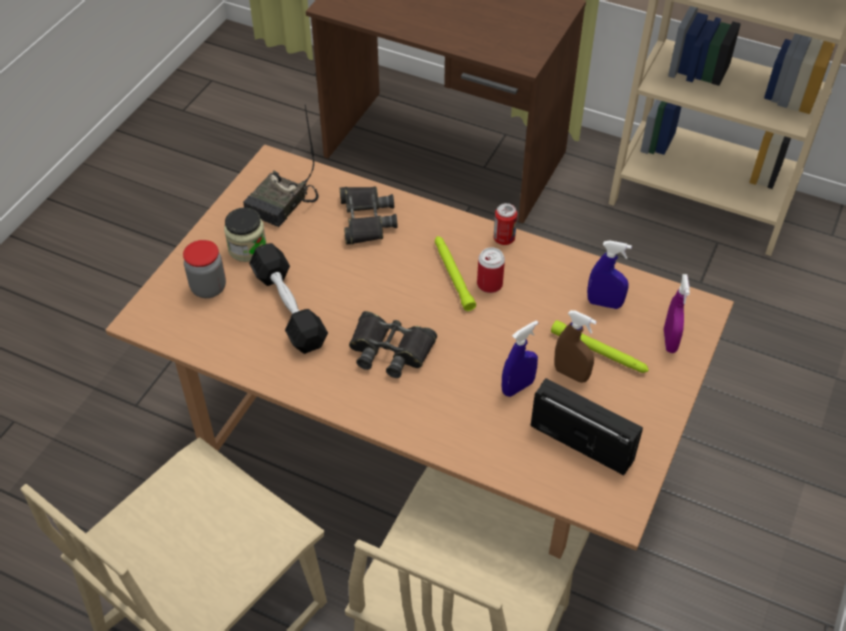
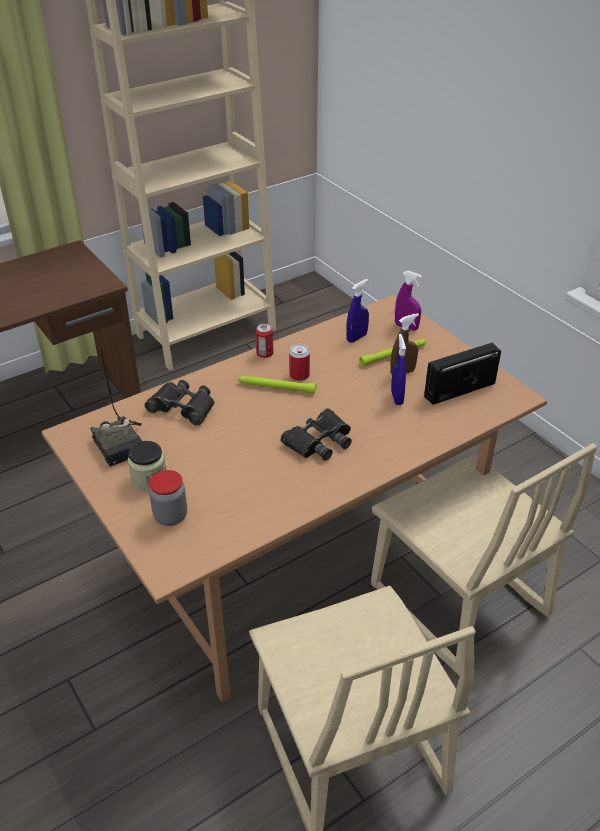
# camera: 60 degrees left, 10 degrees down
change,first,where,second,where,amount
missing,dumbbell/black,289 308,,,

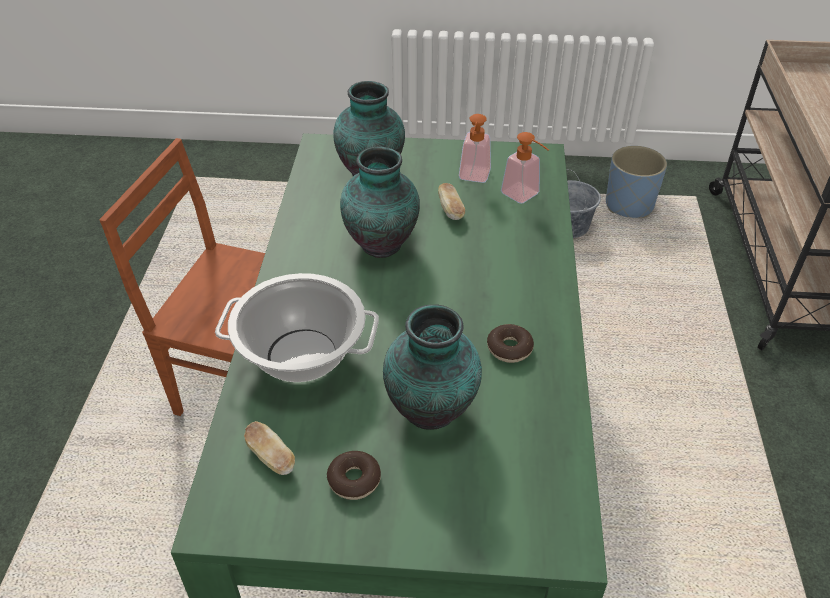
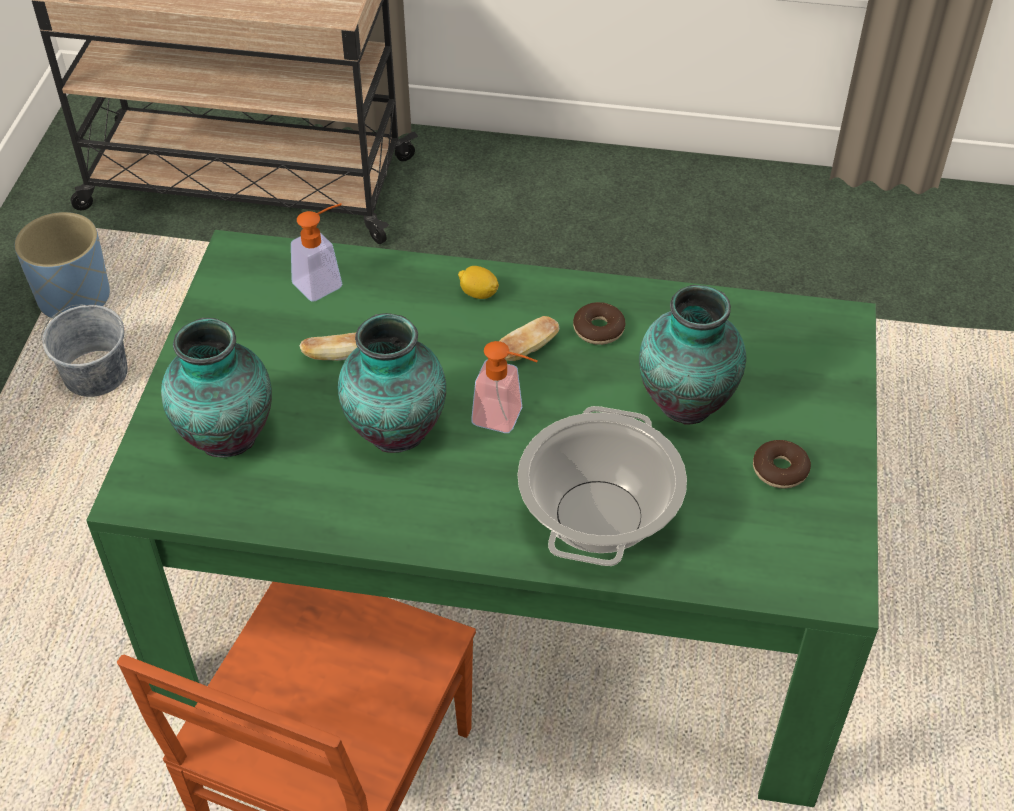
# camera: 85 degrees left, 5 degrees up
change,first,where,second,where,amount
relocated,soap dispenser,473 178,,506 418,
relocated,bread,271 457,,527 349,
appeared,,,lemon,478 293,

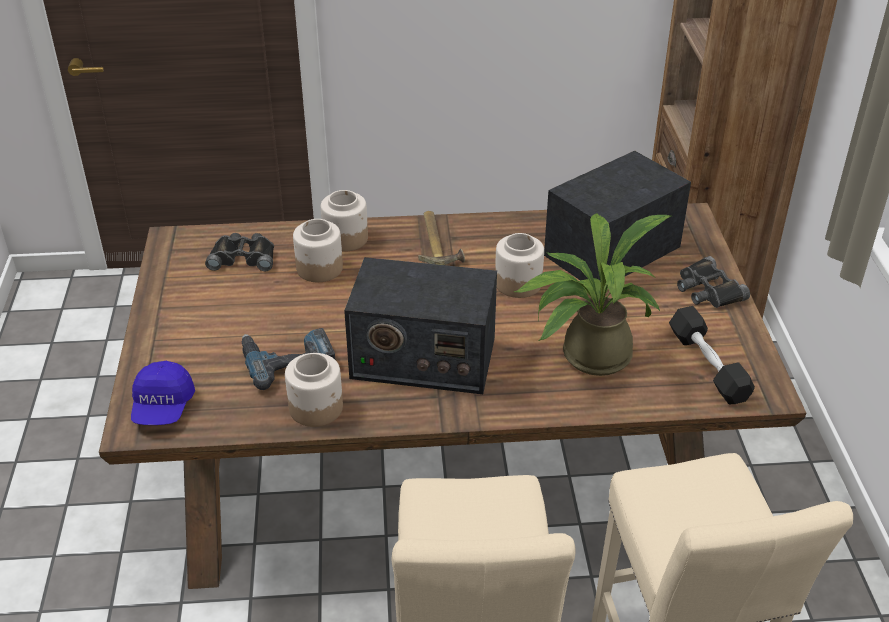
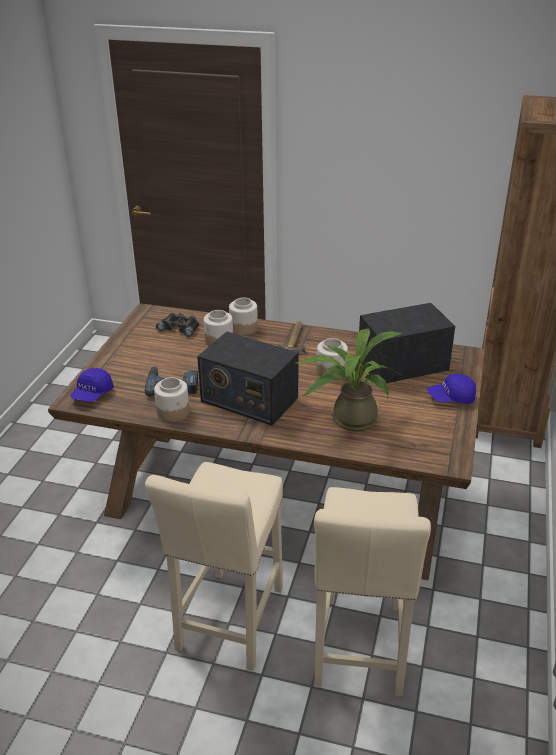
# camera: 20 degrees right, 5 degrees down
change,first,where,second,where,amount
exchanged,binoculars/black,707 290,cap/blue,451 398,
missing,dumbbell/black,708 365,,,

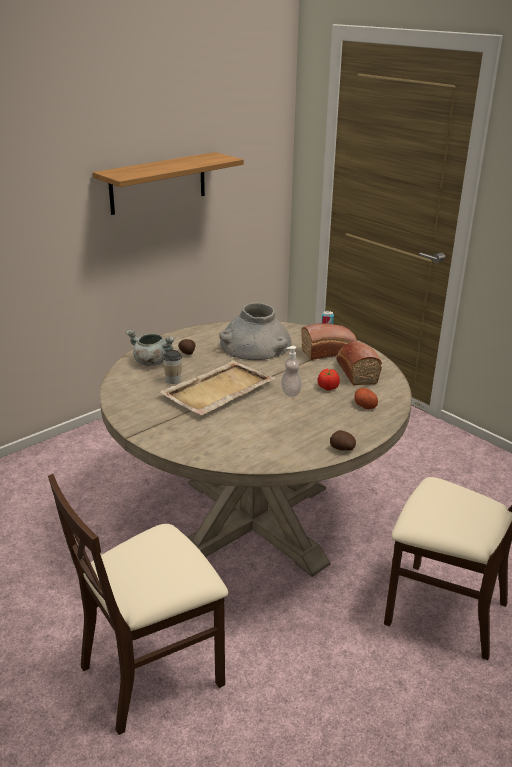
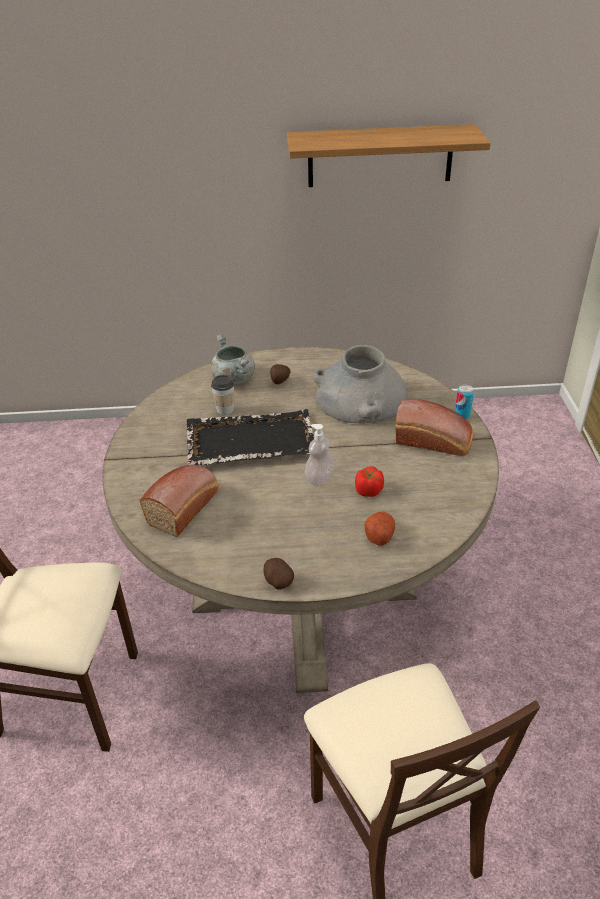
# camera: 40 degrees right, 10 degrees up
change,first,where,second,where,amount
relocated,bread,356 372,,185 507,
colour,tray/beige,217 390,tray/black,249 441,

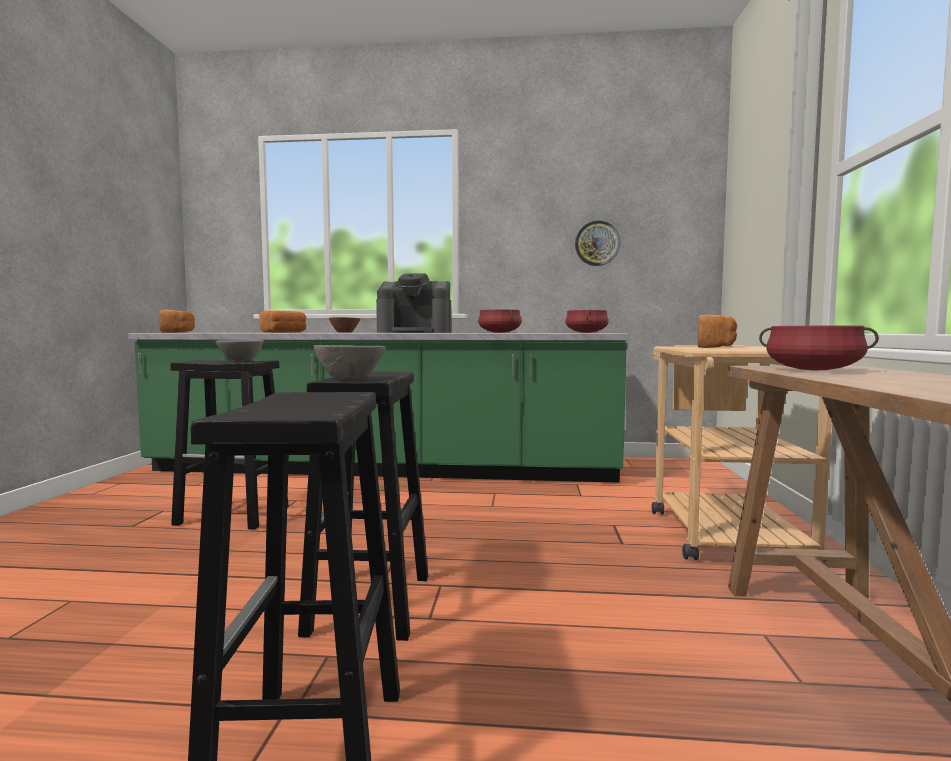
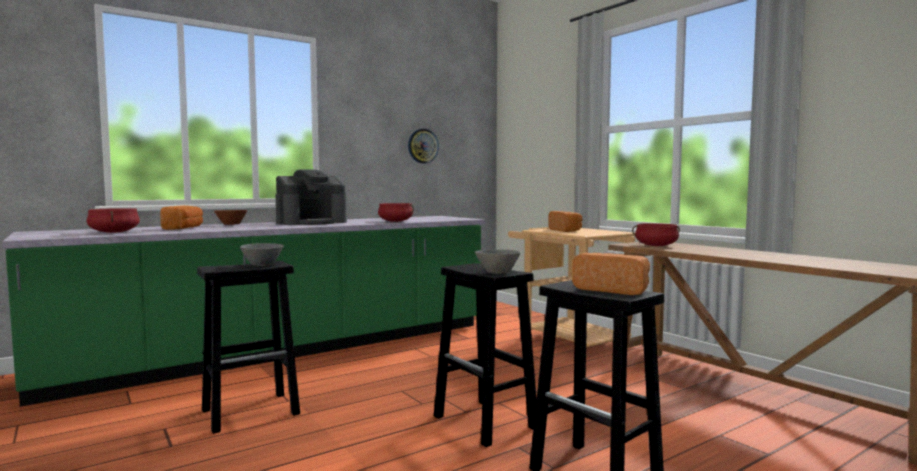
# camera: 40 degrees left, 0 degrees up
change,first,where,second,where,amount
relocated,bread,179 332,,612 290,
relocated,cooking pot/red,586 332,,113 232,

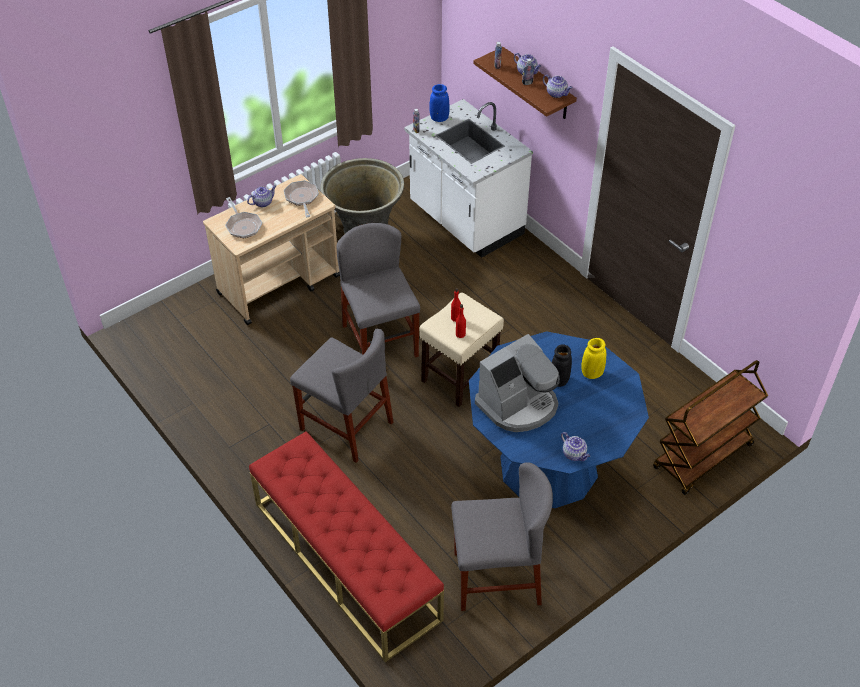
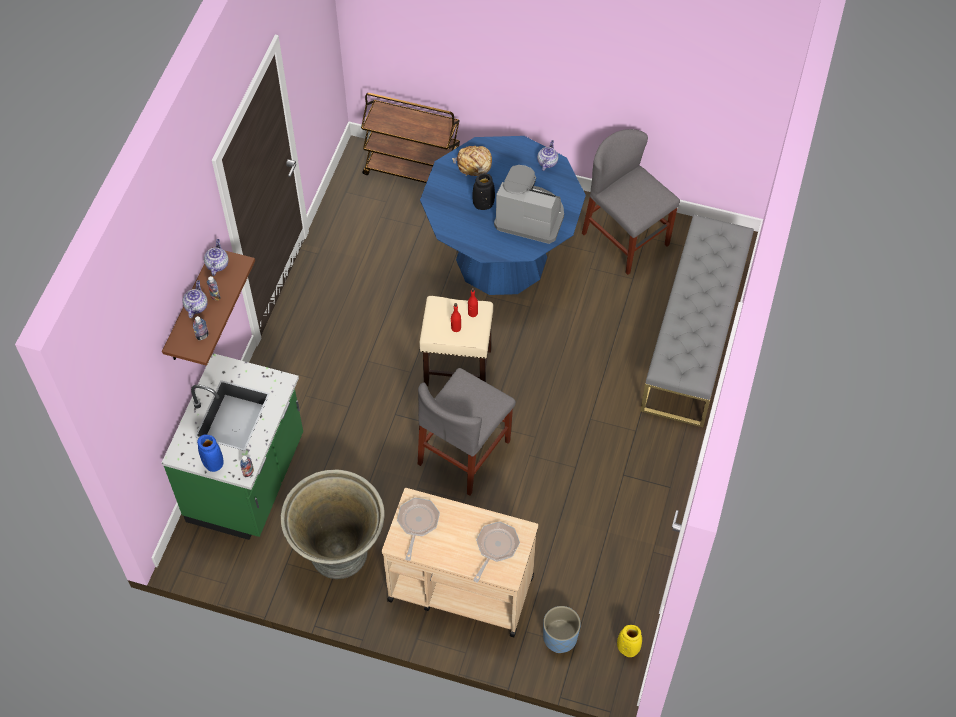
# camera: 125 degrees left, 10 degrees up
change,first,where,second,where,amount
colour,counter/white,465 221,counter/green,248 480,
spun,frying pan,302 198,,417 523,150 degrees clockwise
missing,teapot,263 202,,,
missing,chair/grey,346 425,,,
relocated,vase/yellow,592 373,,628 648,
colour,bench/red,345 560,bench/grey,694 336,
appeared,,,bread,474 165,
appeared,,,planter/blue,560 637,

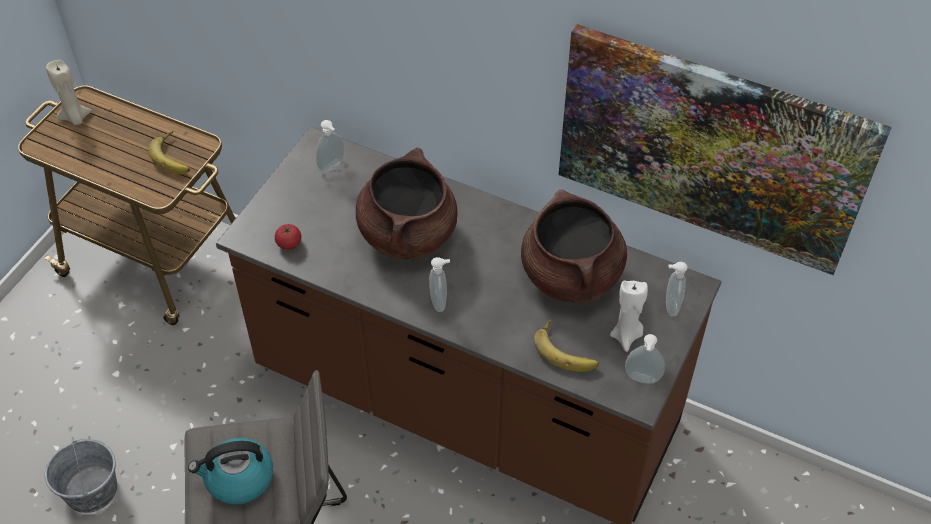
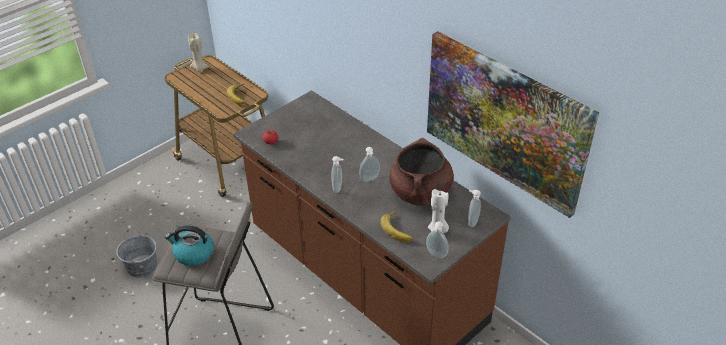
# camera: 20 degrees right, 10 degrees down
change,first,where,second,where,amount
relocated,soap dispenser,333 167,,370 179,
missing,cooking pot/brown,407 233,,,

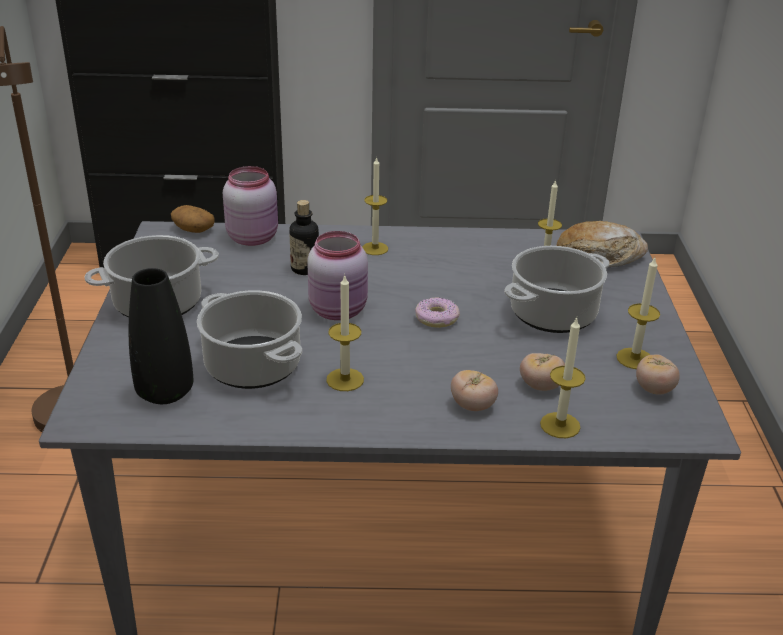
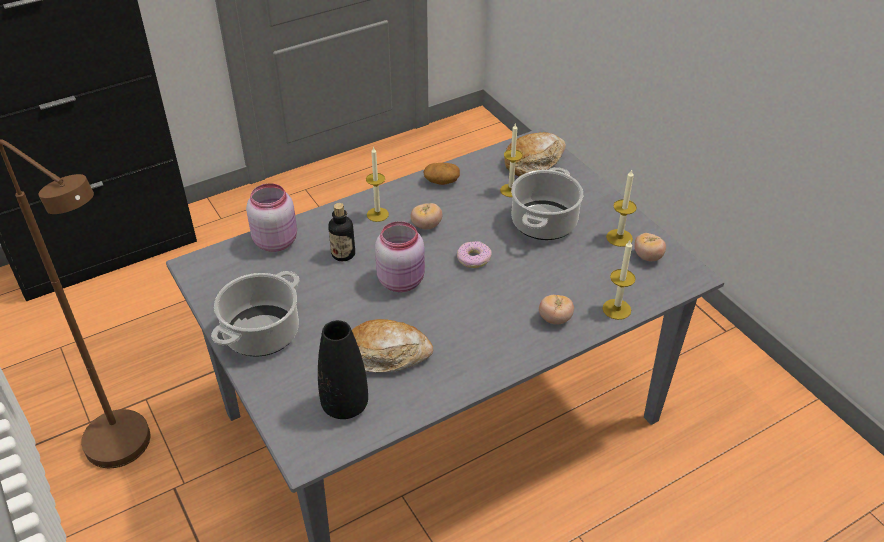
# camera: 30 degrees left, 10 degrees up
change,first,where,second,where,amount
relocated,potato,193 229,,441 181,
missing,candle,345 379,,,
exchanged,cooking pot,254 366,bread,387 354,
relocated,tomato,540 386,,426 225,

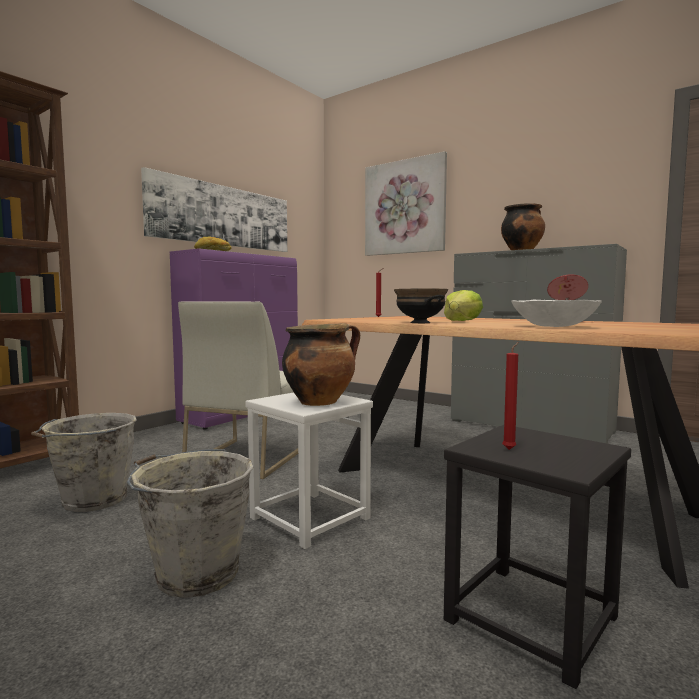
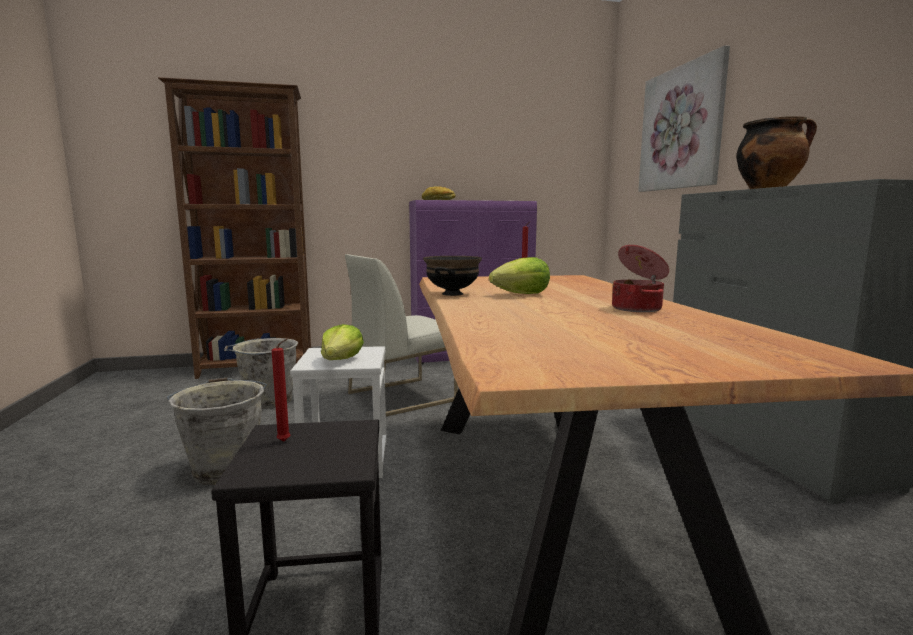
# camera: 40 degrees right, 5 degrees up
change,first,where,second,where,amount
missing,picture,223 216,,,
missing,bowl/white,553 326,,,
exchanged,cooking pot,320 402,lettuce,341 360,

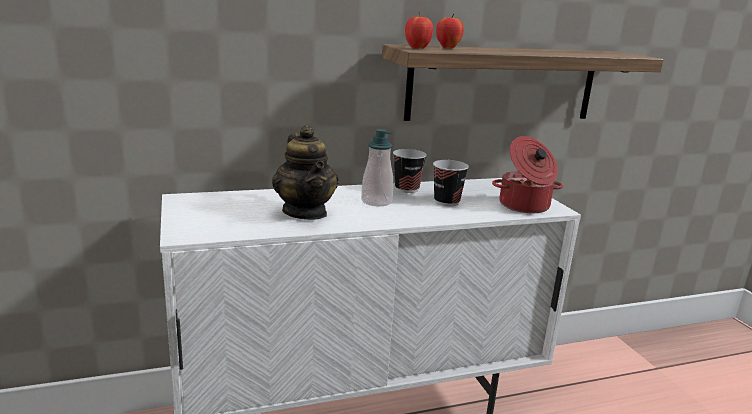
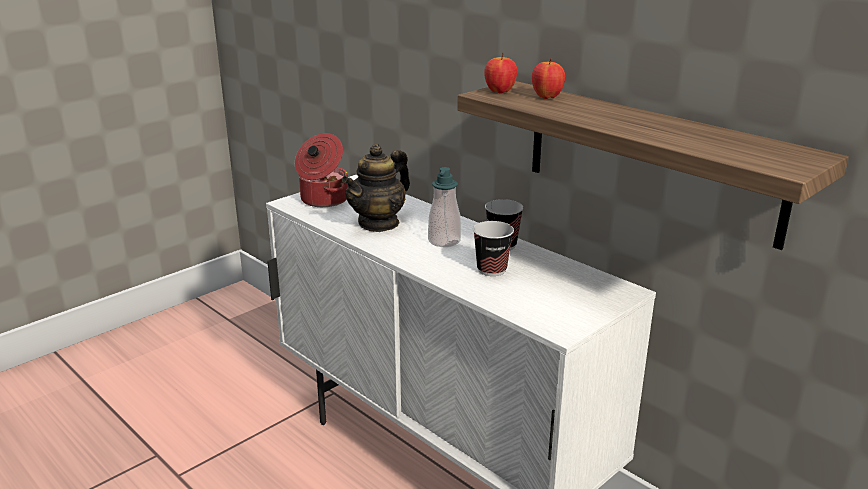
# camera: 65 degrees right, 5 degrees up
change,first,where,second,where,amount
relocated,cooking pot,524 206,,323 200,

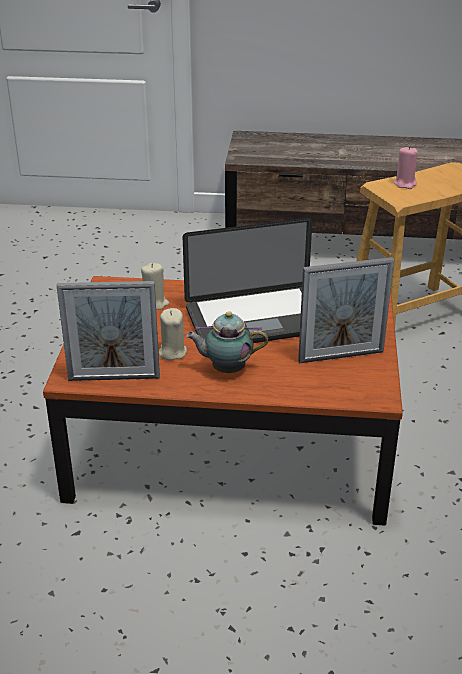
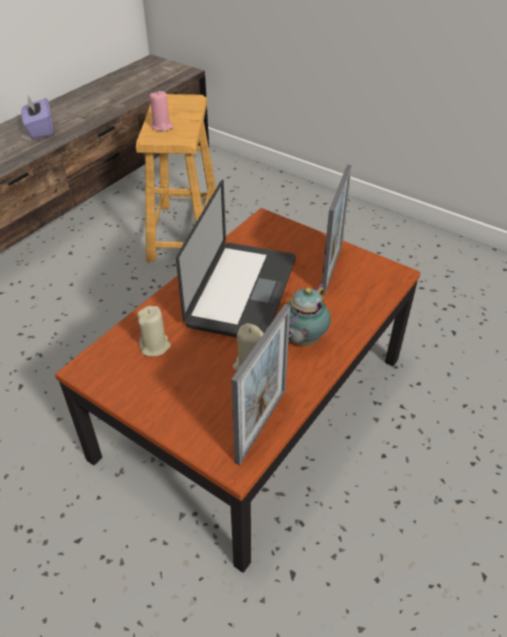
# camera: 60 degrees left, 10 degrees up
change,first,where,second,where,amount
appeared,,,tissue box/purple,40 130,

